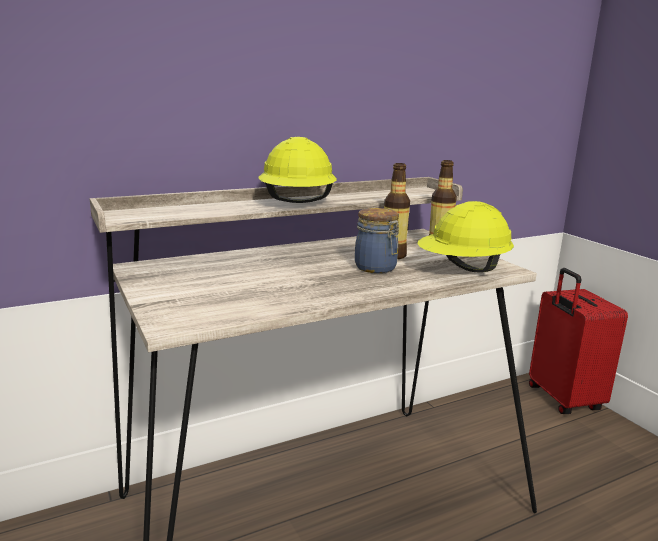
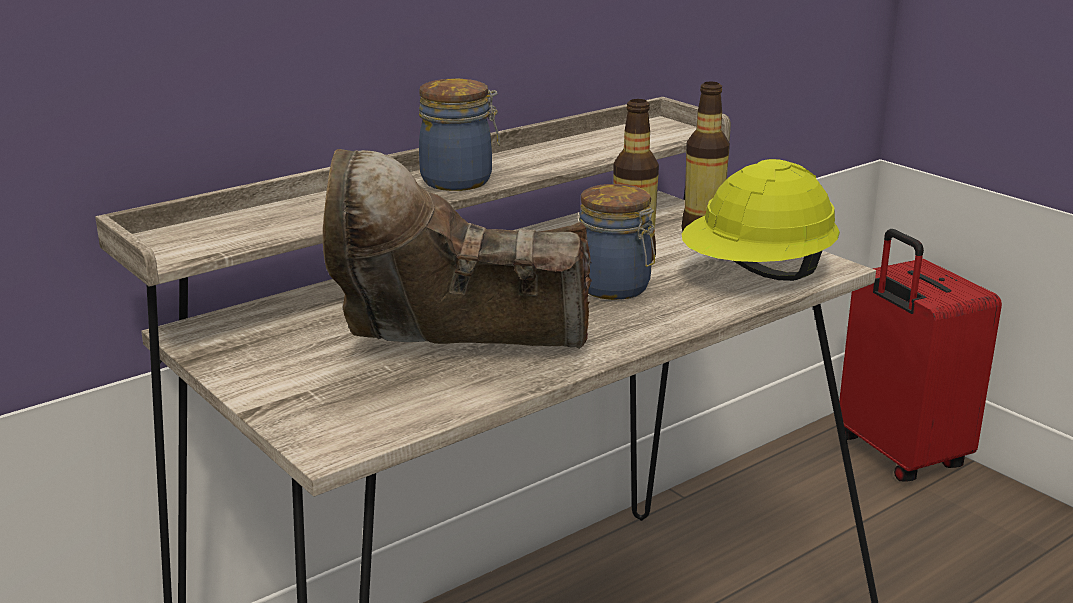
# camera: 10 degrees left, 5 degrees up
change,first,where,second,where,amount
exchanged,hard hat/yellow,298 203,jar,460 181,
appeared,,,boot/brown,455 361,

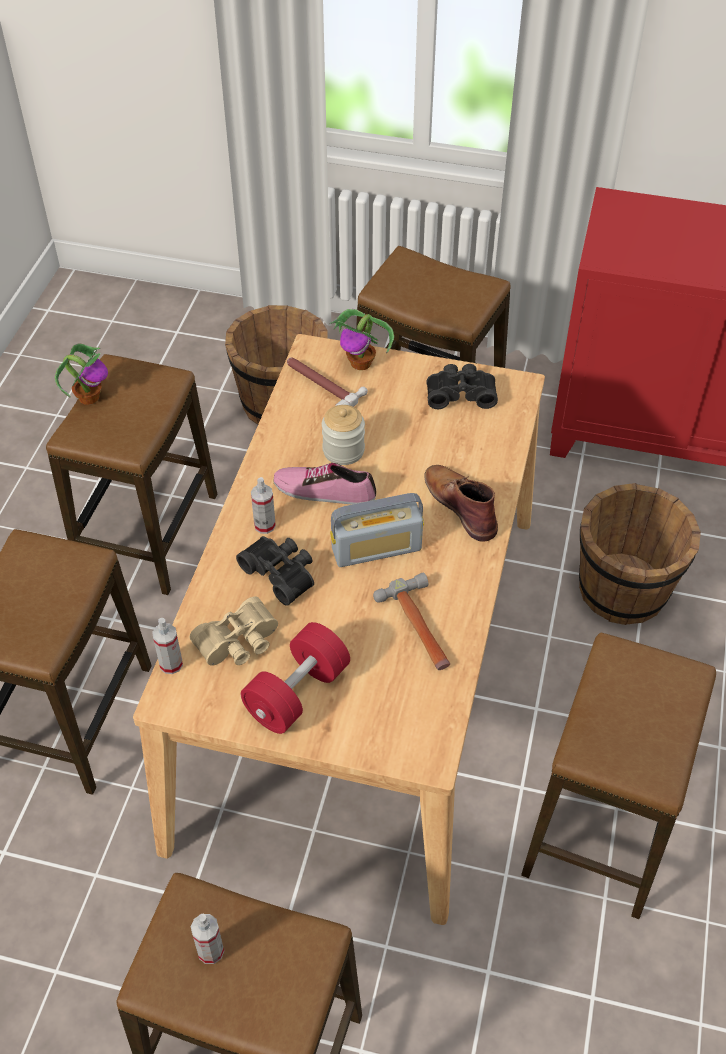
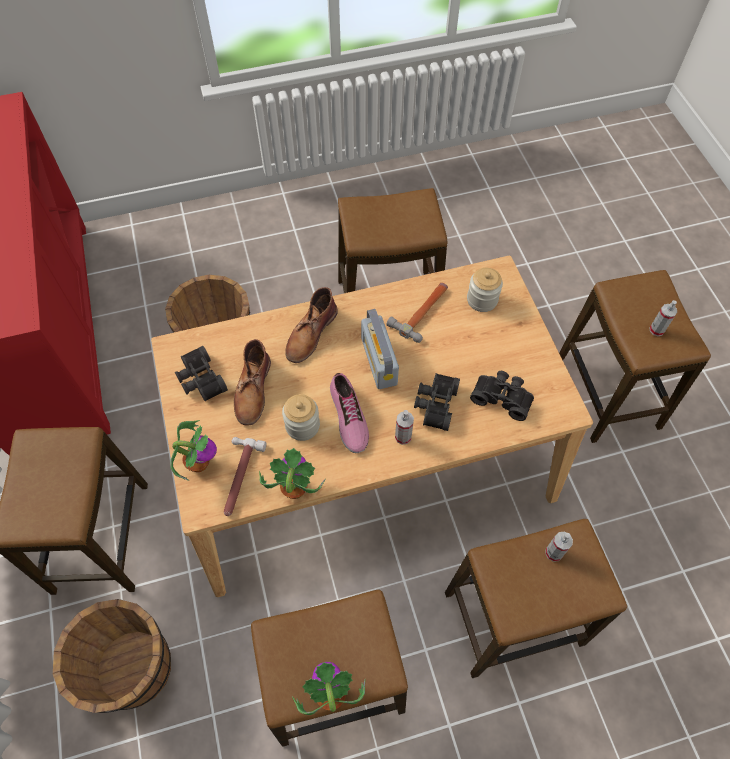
# camera: 120 degrees left, 10 degrees up
change,first,where,second,where,amount
spun,radio,376 549,,379 361,150 degrees counterclockwise
colour,binoculars/beige,239 643,binoculars/black,502 397,
relocated,spray bottle,171 664,,554 553,
missing,dumbbell/red,297 693,,,
appeared,,,jar,482 300,
appeared,,,boot/brown,253 390,
appeared,,,potted plant,294 490,

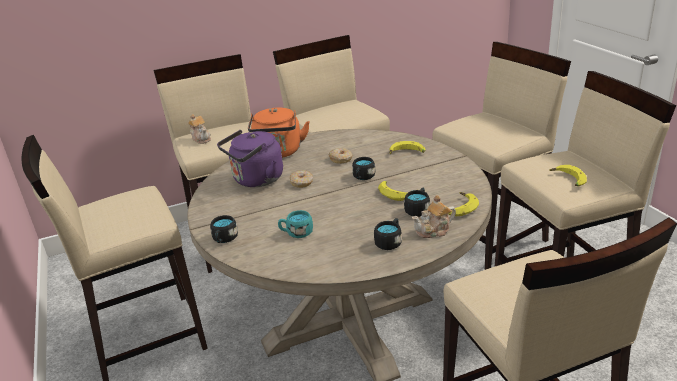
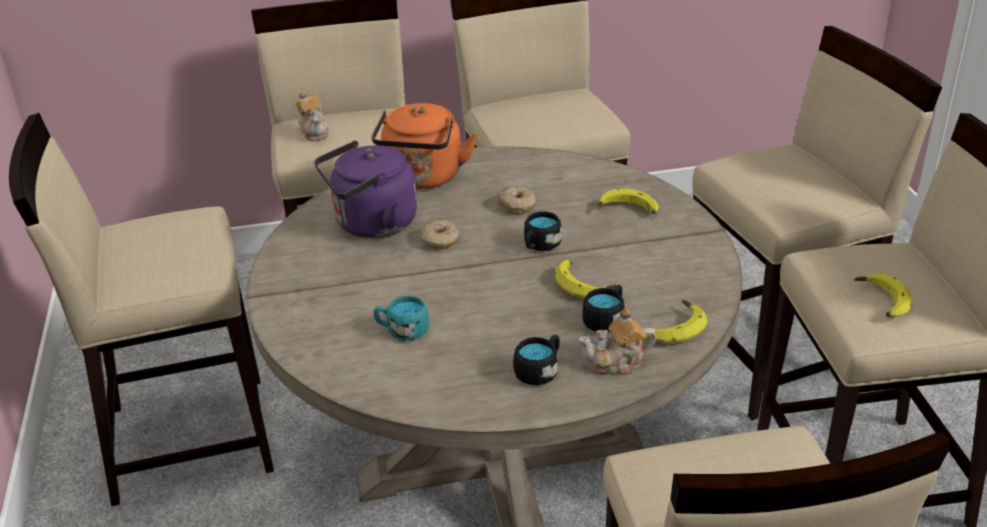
# camera: 10 degrees right, 5 degrees up
change,first,where,second,where,amount
missing,mug/black,224 239,,,

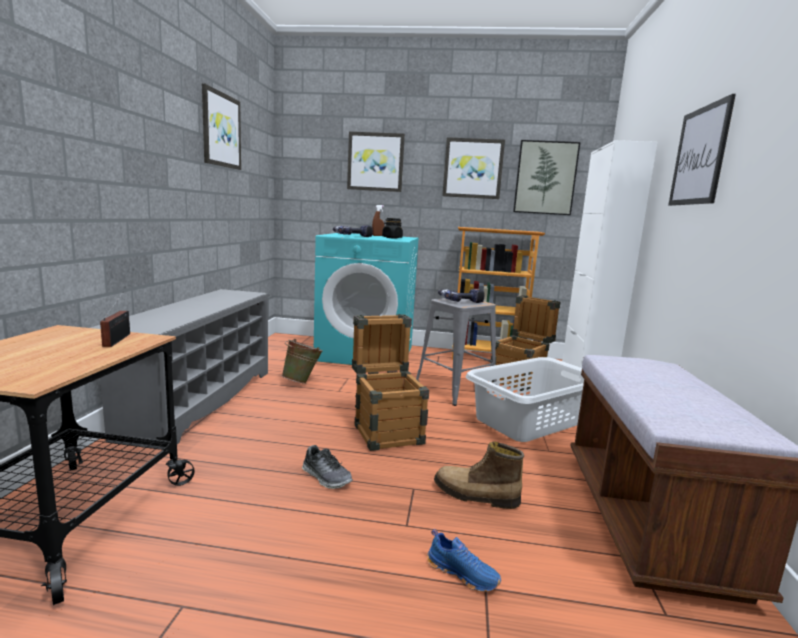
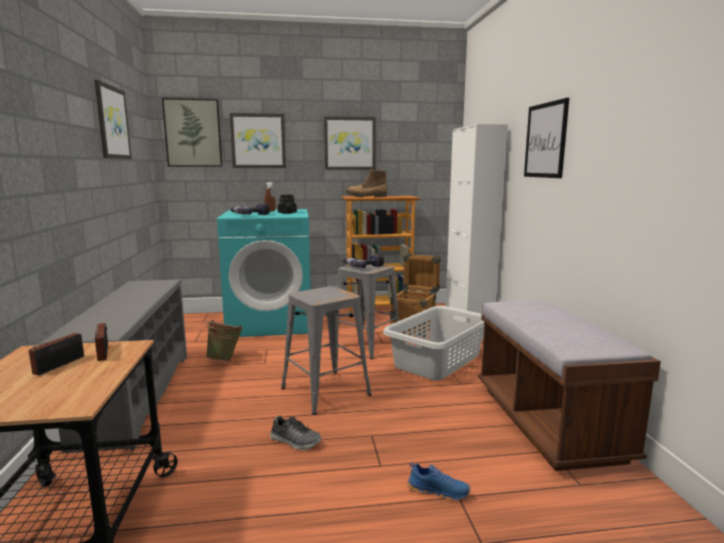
# camera: 15 degrees left, 0 degrees up
change,first,where,second,where,amount
relocated,picture,545 178,,193 133,
exchanged,crate,386 430,stool/grey,325 391,
relocated,boot,475 496,,366 197,
appeared,,,radio,62 364,

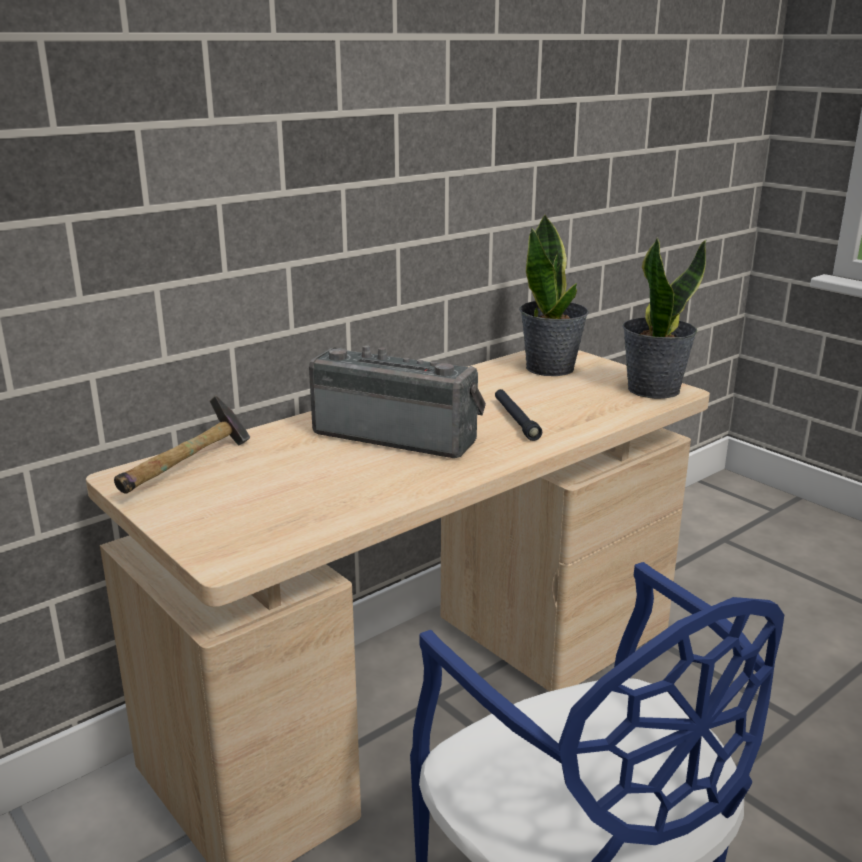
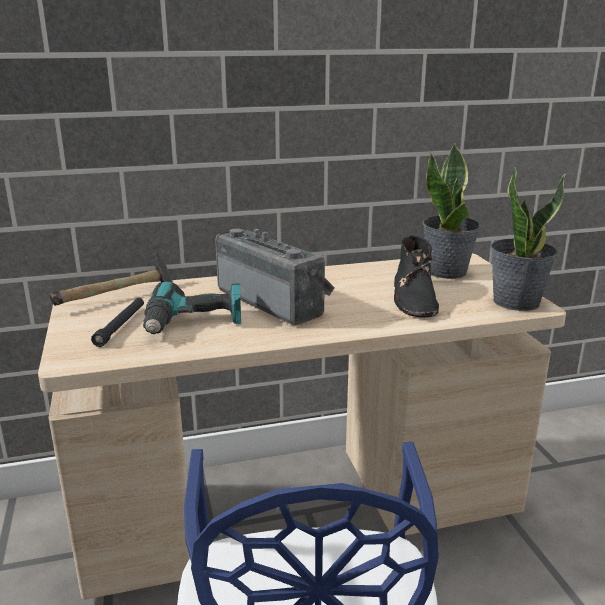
# camera: 25 degrees right, 0 degrees up
change,first,where,second,where,amount
relocated,flashlight/black,515 420,,121 326,
appeared,,,boot/black,414 298,
appeared,,,power drill,194 323,

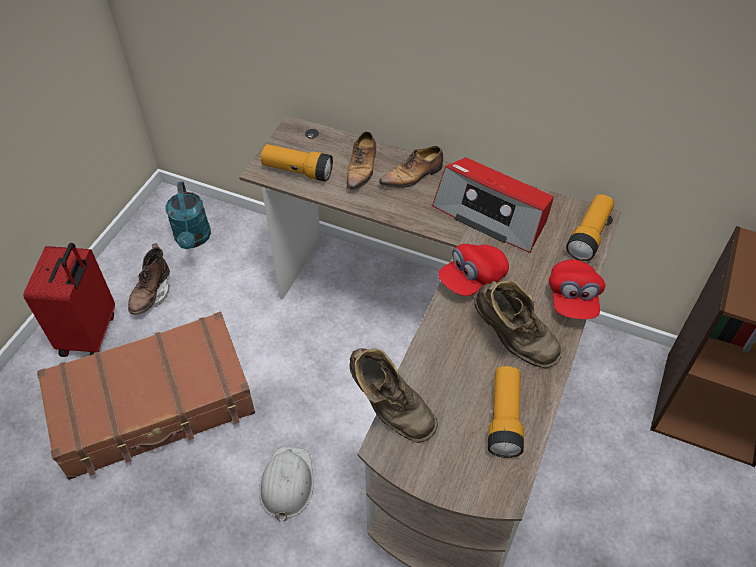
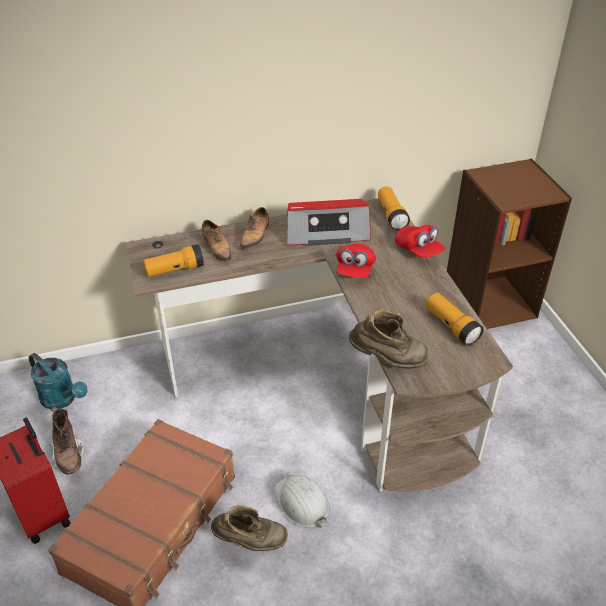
# camera: 40 degrees left, 10 degrees down
change,first,where,second,where,amount
relocated,boot/brown,512 341,,250 542,

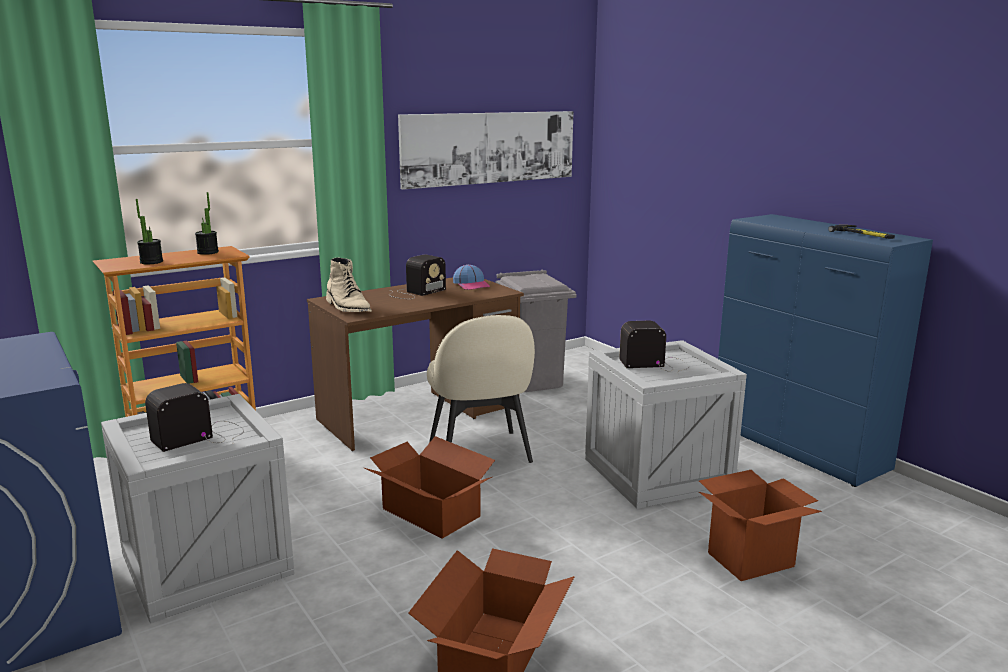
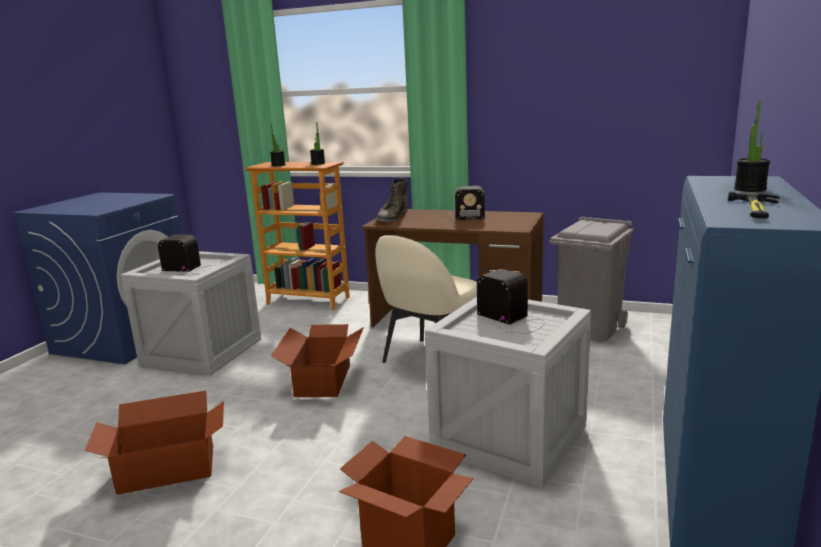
# camera: 55 degrees right, 0 degrees up
change,first,where,second,where,amount
missing,picture,490 147,,,
colour,boot/beige,348 307,boot/green,392 217,
missing,cap,471 285,,,
appeared,,,potted plant,750 189,

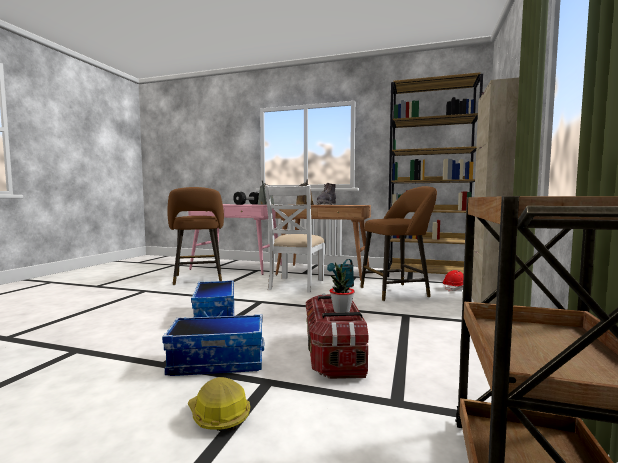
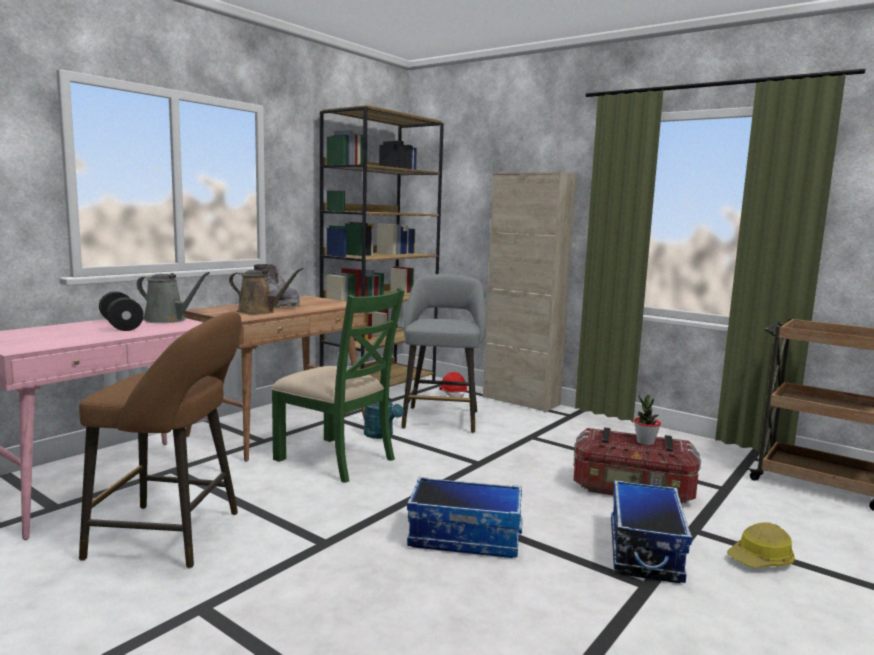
# camera: 70 degrees left, 5 degrees up
change,first,where,second,where,amount
colour,chair/white,296 284,chair/green,336 459,
colour,stool/brown,397 292,stool/grey,441 418,

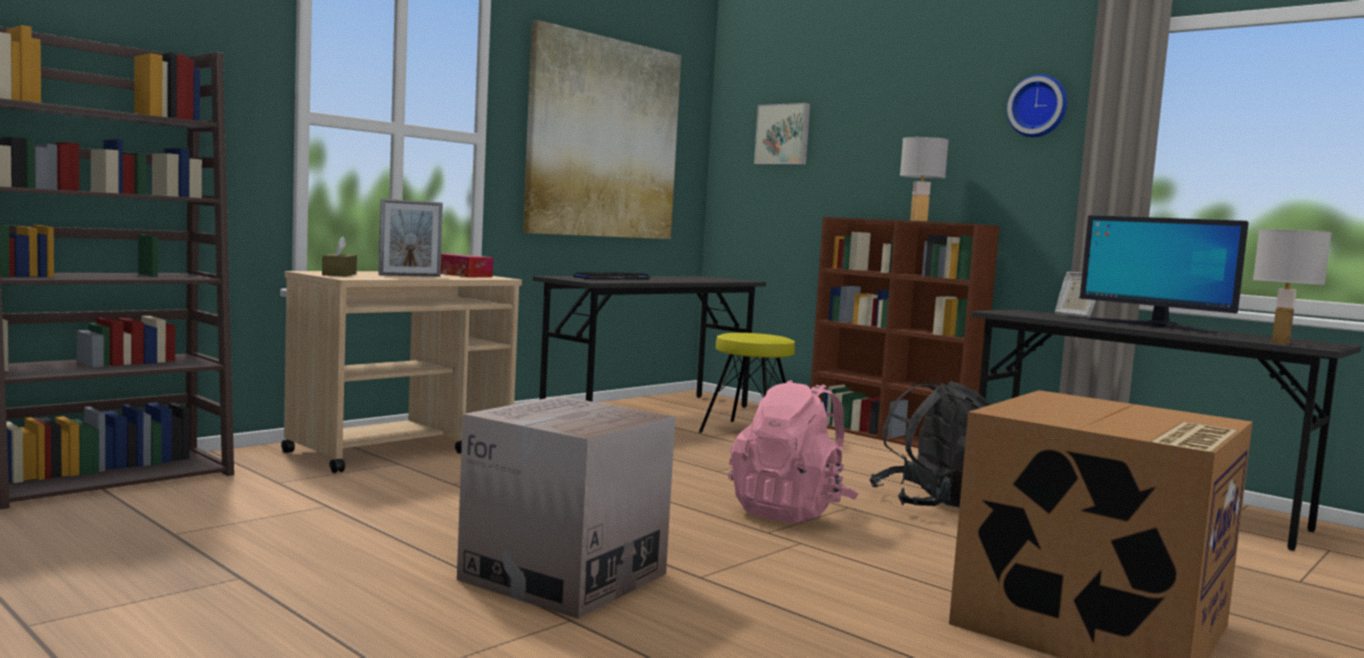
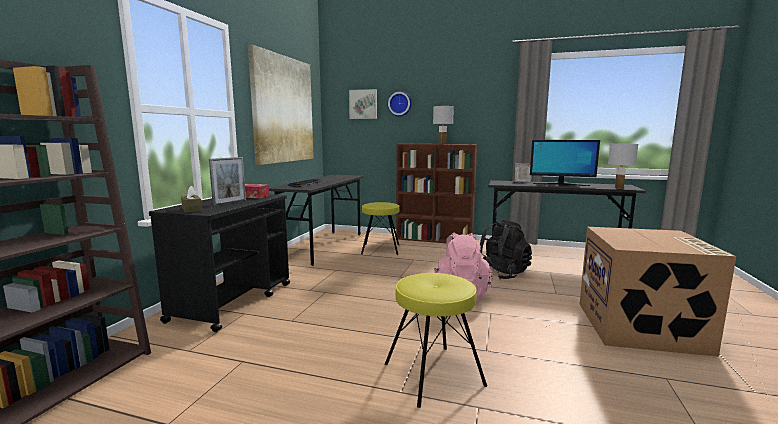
# camera: 25 degrees left, 5 degrees up
change,first,where,second,where,amount
relocated,wall clock,1039 106,,400 103,
colour,cart/beige,403 449,cart/black,234 301,
exchanged,cardboard box,563 577,stool/yellow,432 374,

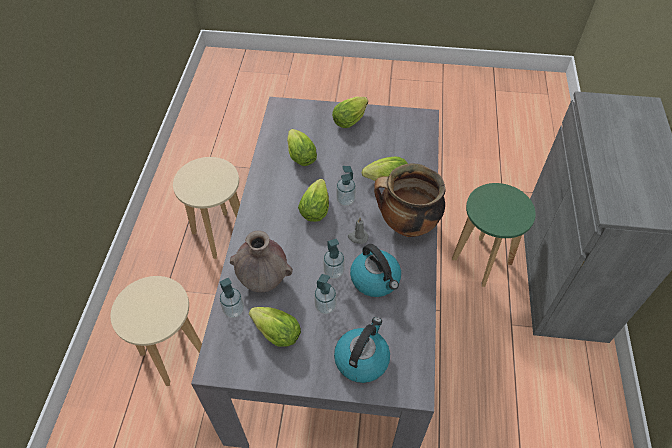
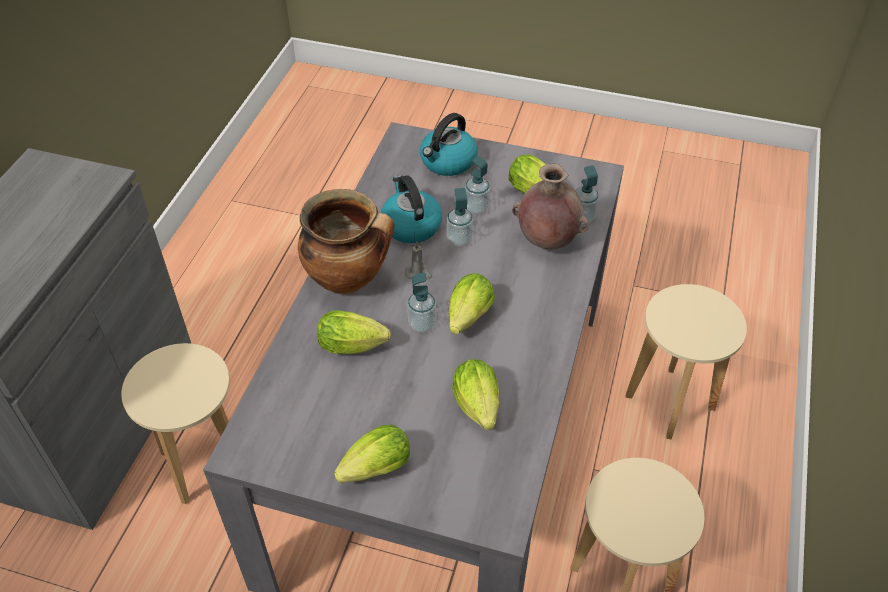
# camera: 170 degrees left, 5 degrees down
change,first,where,second,where,amount
colour,stool/green,482 261,stool/beige,204 463,

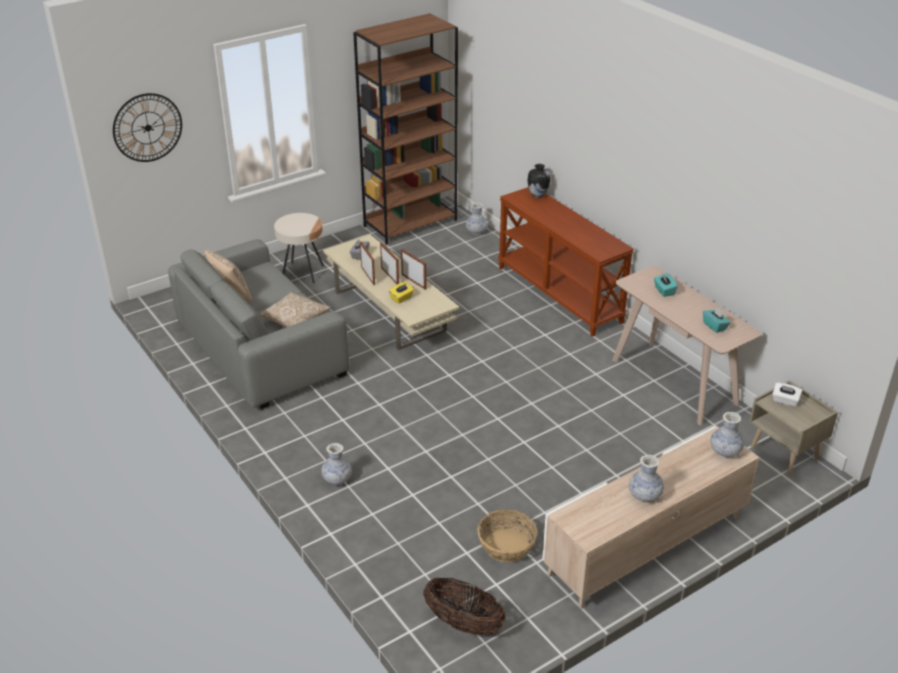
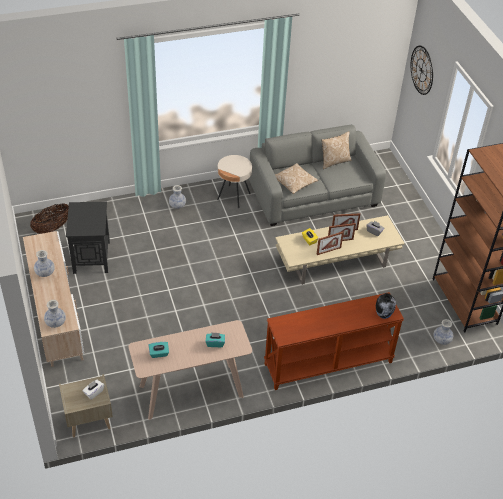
# camera: 105 degrees right, 10 degrees up
change,first,where,second,where,amount
relocated,side table/beige,302 273,,233 196,
exchanged,basket,506 545,side table/black,91 257,

